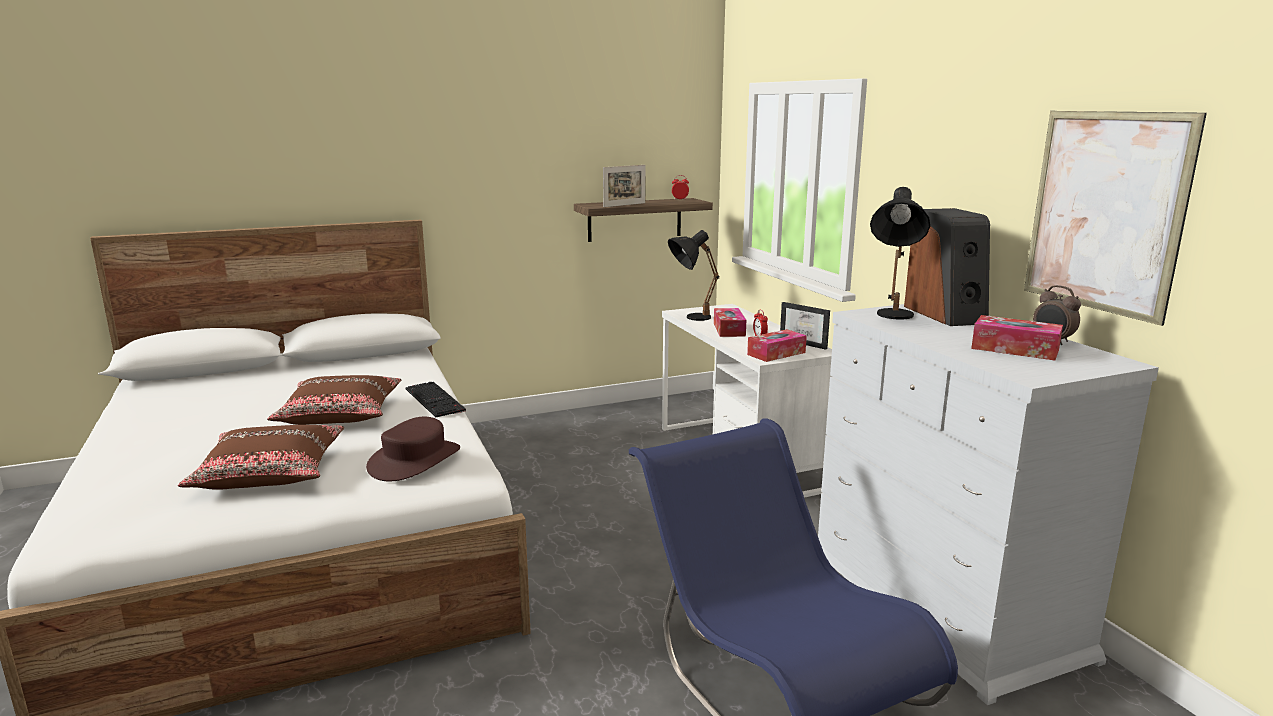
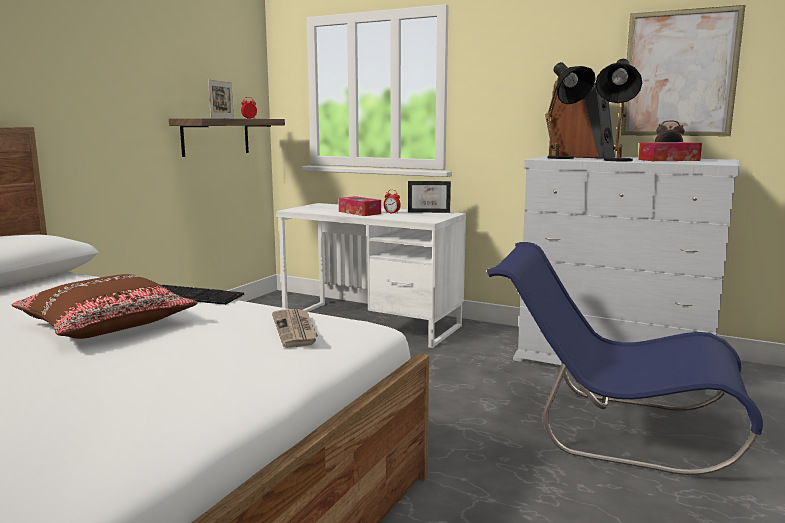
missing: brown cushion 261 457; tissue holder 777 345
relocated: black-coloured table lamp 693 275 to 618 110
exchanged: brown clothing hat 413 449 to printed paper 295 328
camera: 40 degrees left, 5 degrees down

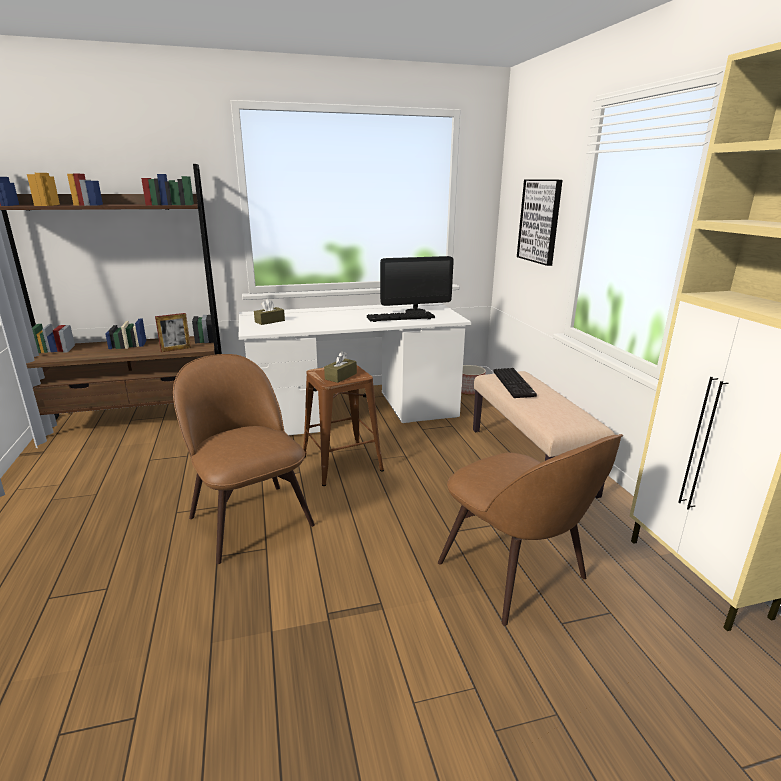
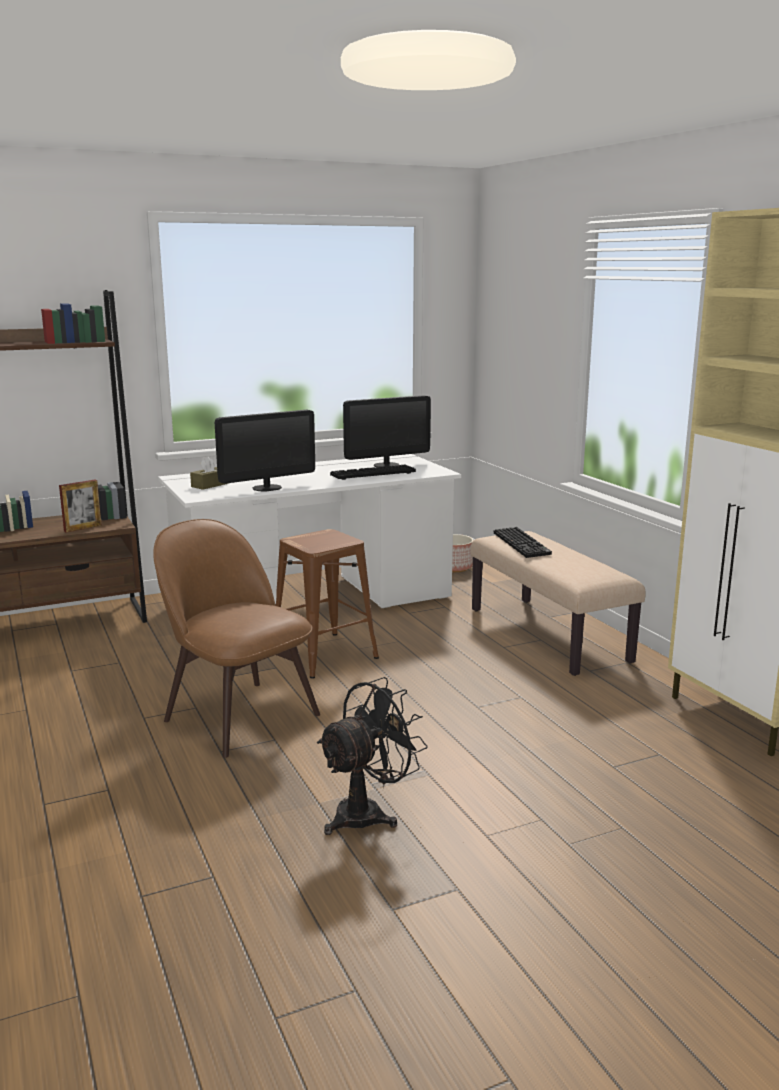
missing: brown tissue holder 340 367; brown plain chair 530 530; wall picture 539 222
appeared: monitor 265 451; black-coloured cooling fan 372 756
camera: 10 degrees left, 5 degrees down

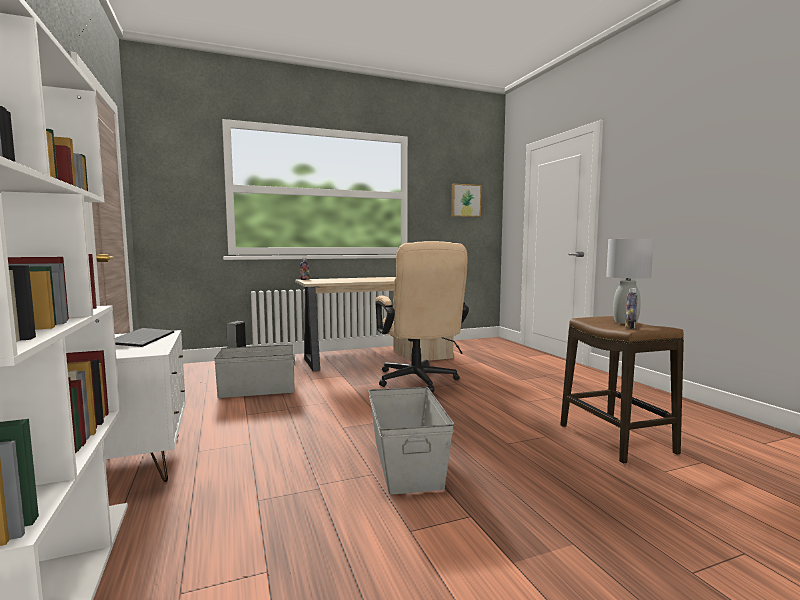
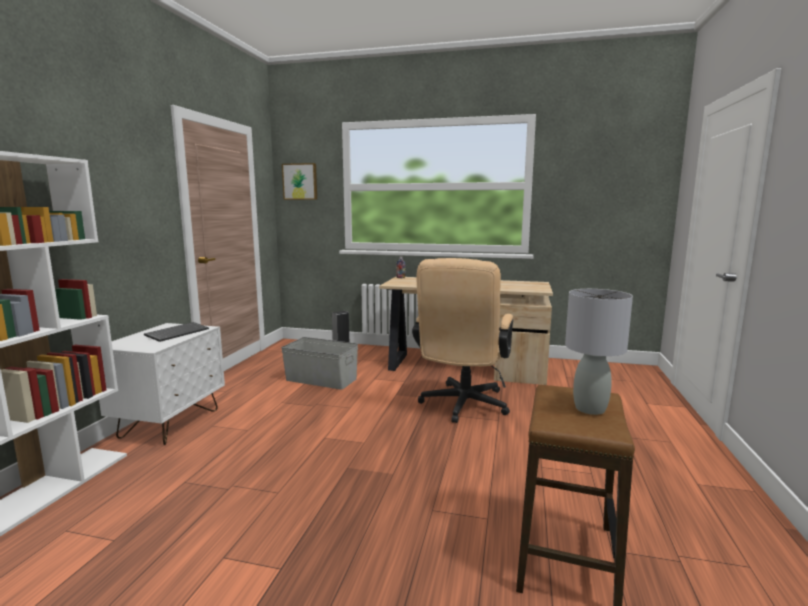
missing: gray storage container 411 441; bottle 631 308
relocated: wall picture 466 200 to 299 181
camera: 35 degrees right, 5 degrees up

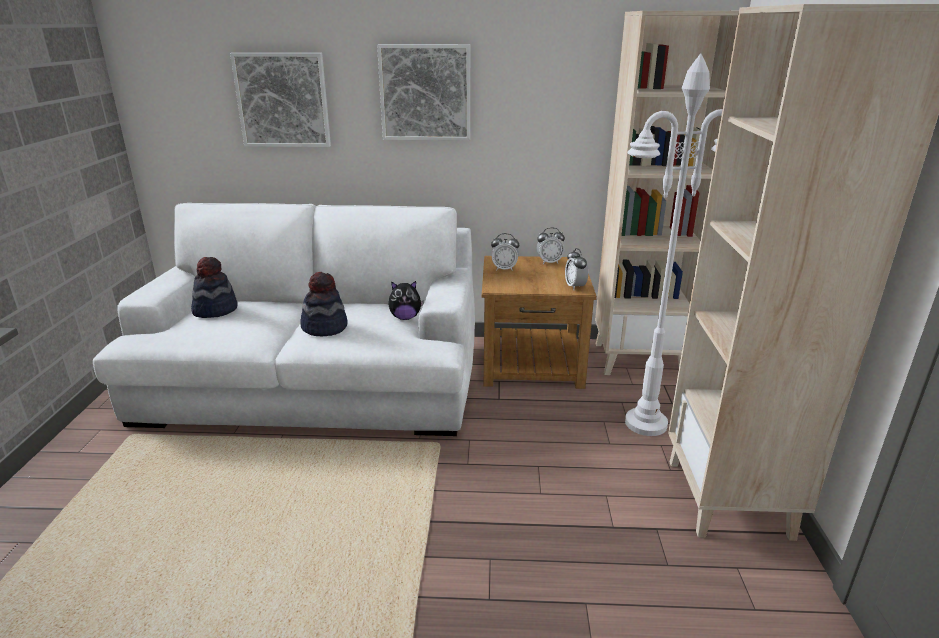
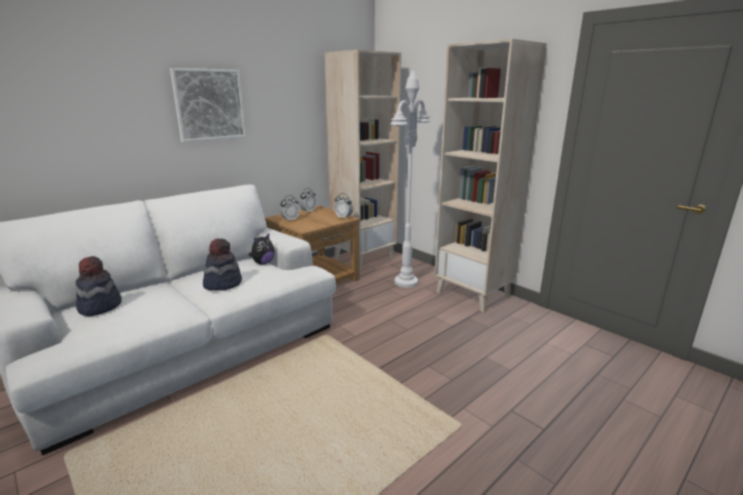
missing: wall picture 280 100
camera: 45 degrees left, 5 degrees down

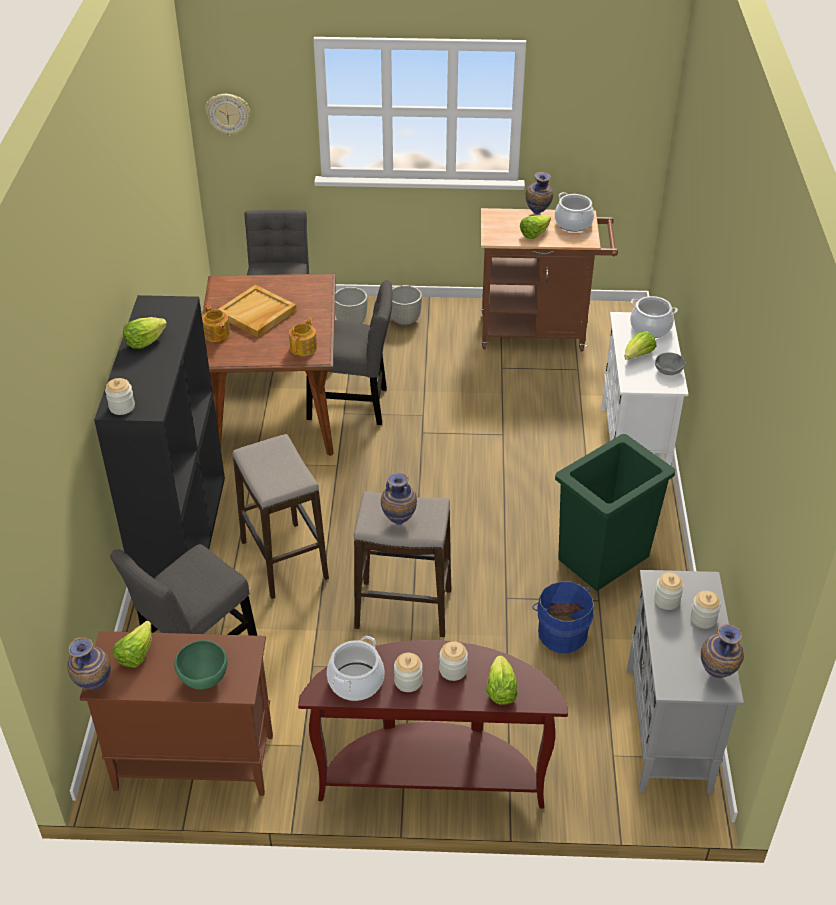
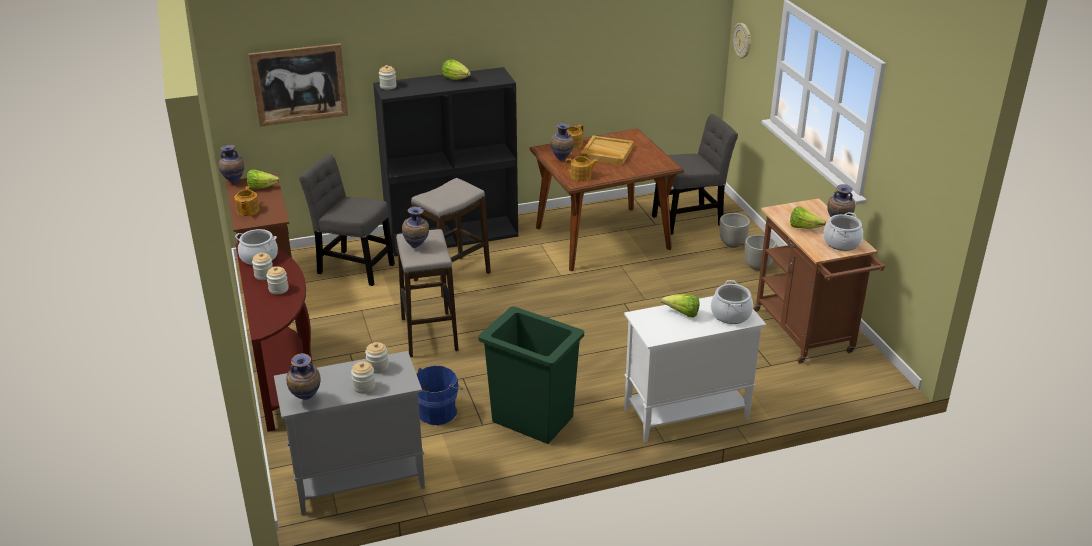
missing: gray plain chair 349 352; head of lettuce 502 680; gray serving bowl 670 363
appeared: wall picture 298 85; decorative vase 562 142
exchanged: green-coloured serving bowl 201 664 to tea pot 247 201
camera: 70 degrees right, 10 degrees down

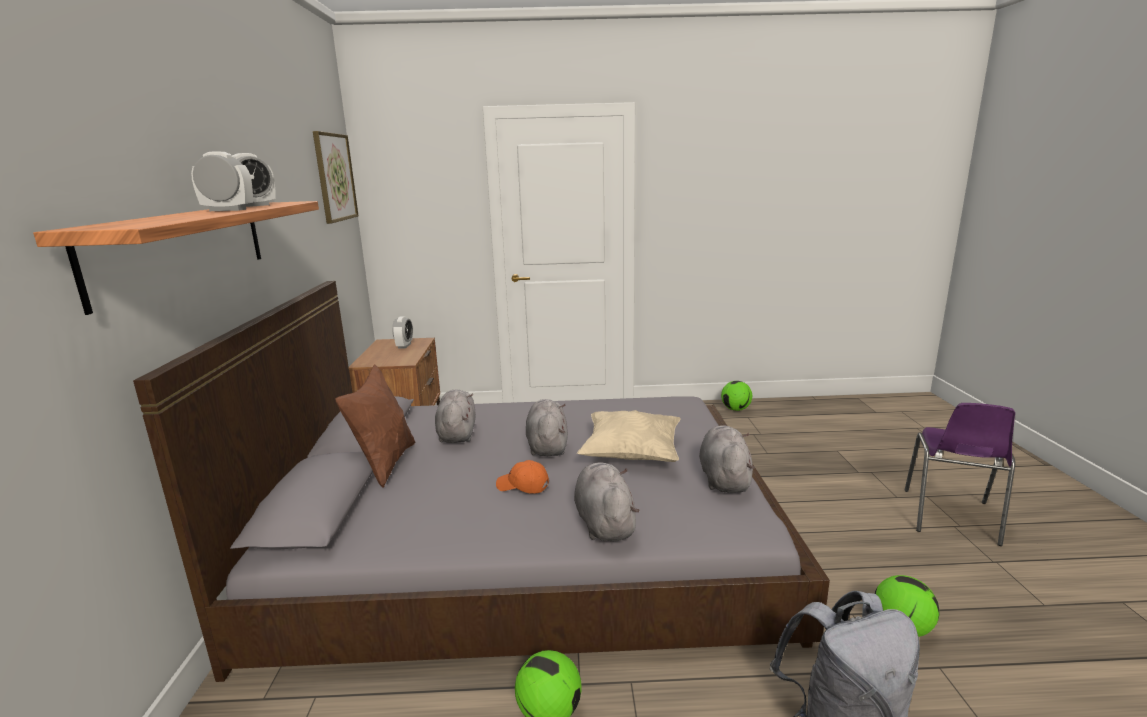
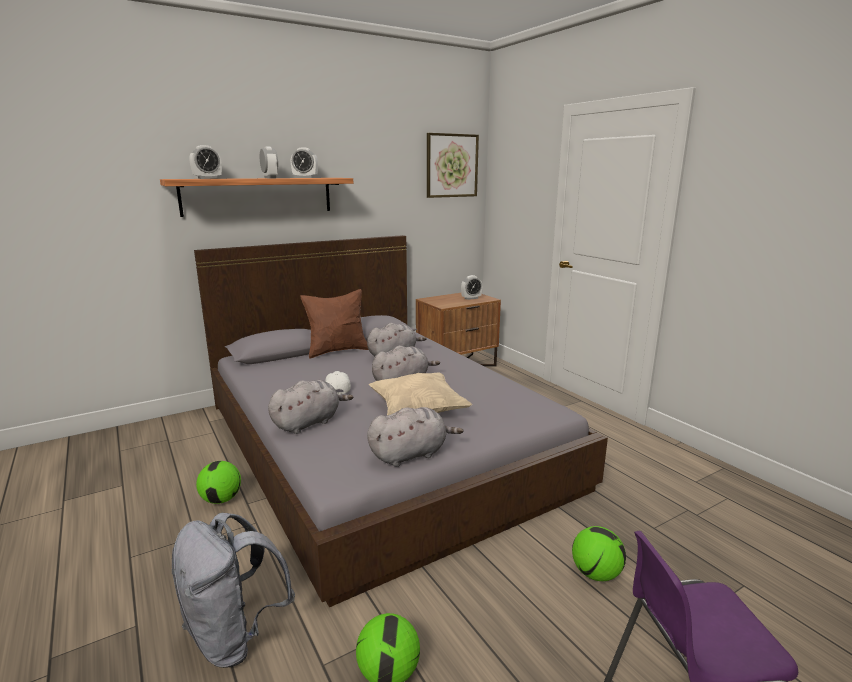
appeared: bedside clock 205 162
relocated: ball for football 736 396 to 599 553
colour: orangey baseball cap 522 477 to white-coloured baseball cap 338 383
camera: 60 degrees right, 0 degrees up

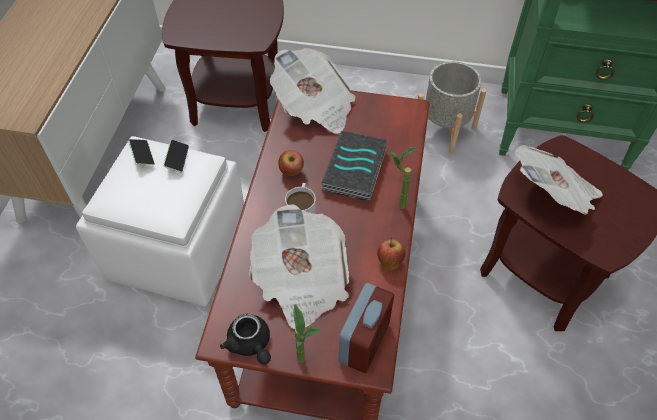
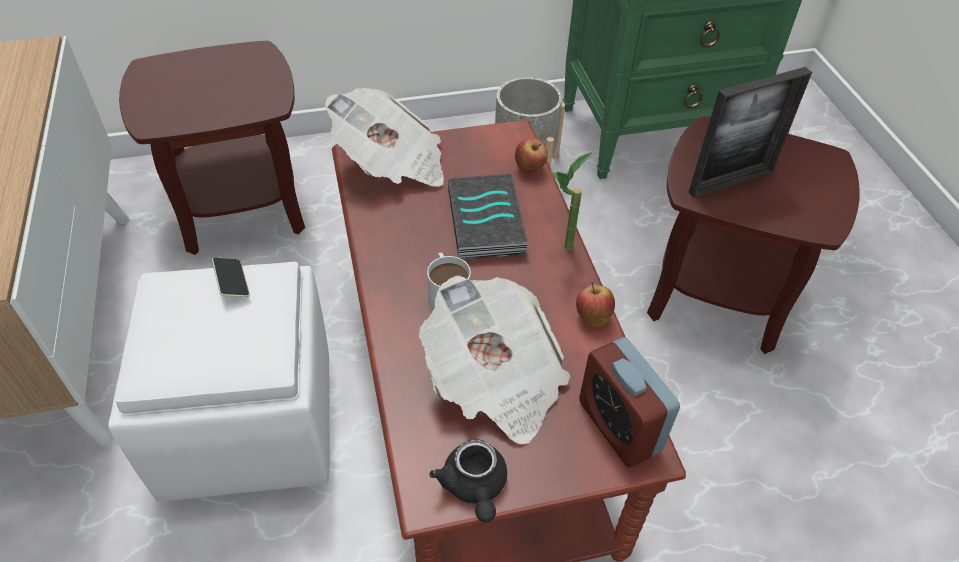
missing: phone 141 152; potted plant 307 333
relocated: whole apple 291 163 to 531 156
exchanged: printed paper 559 180 to photo frame 750 132
spun: black-coloured tea pot 245 339 = 468 481 45 degrees clockwise; bedside clock 366 328 = 629 402 150 degrees clockwise
camera: 25 degrees left, 5 degrees down

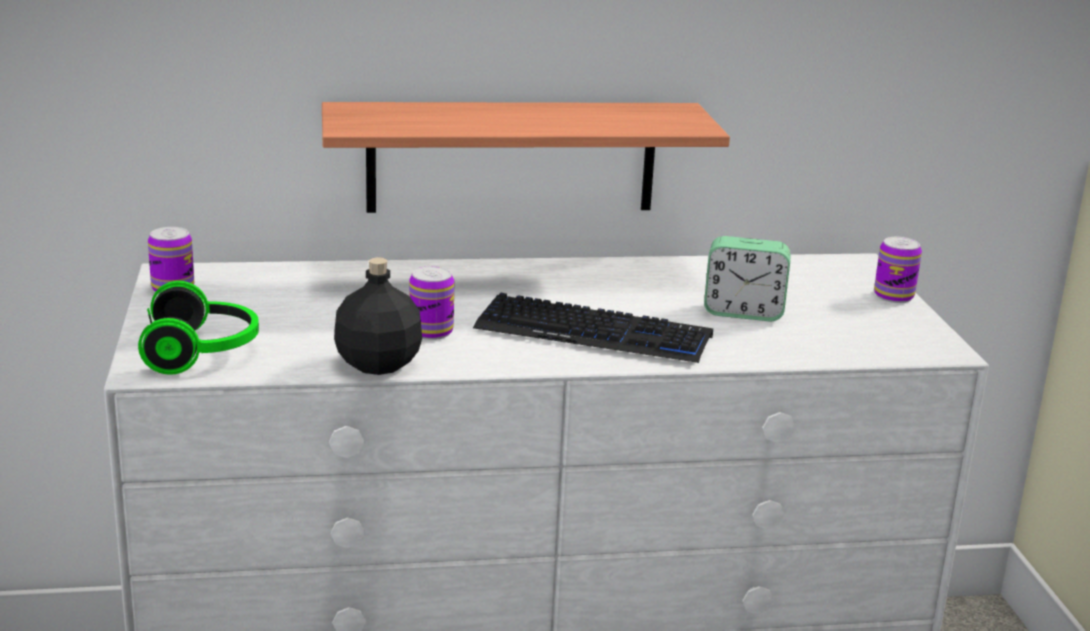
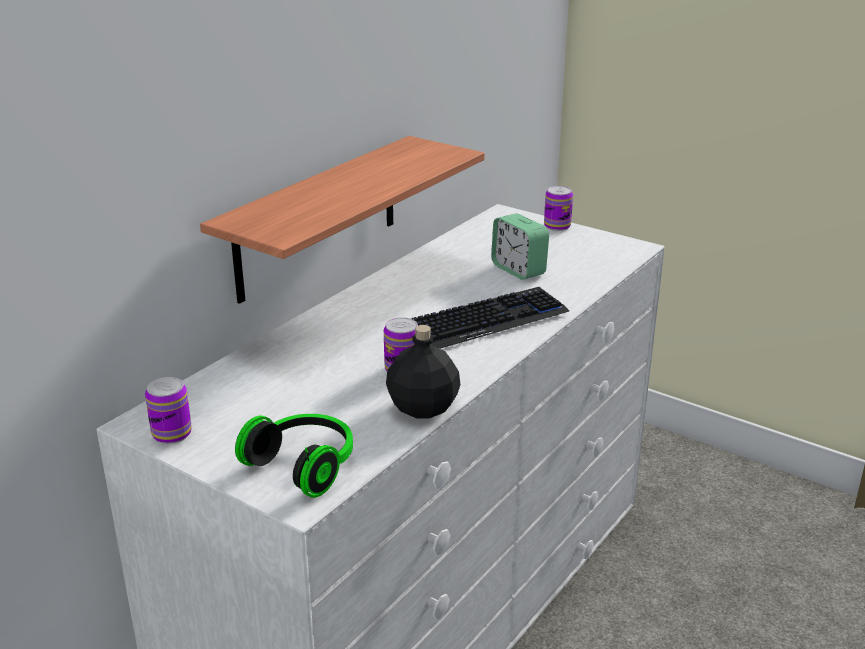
spun: bedside clock 747 278 = 520 247 90 degrees clockwise
camera: 45 degrees left, 5 degrees up

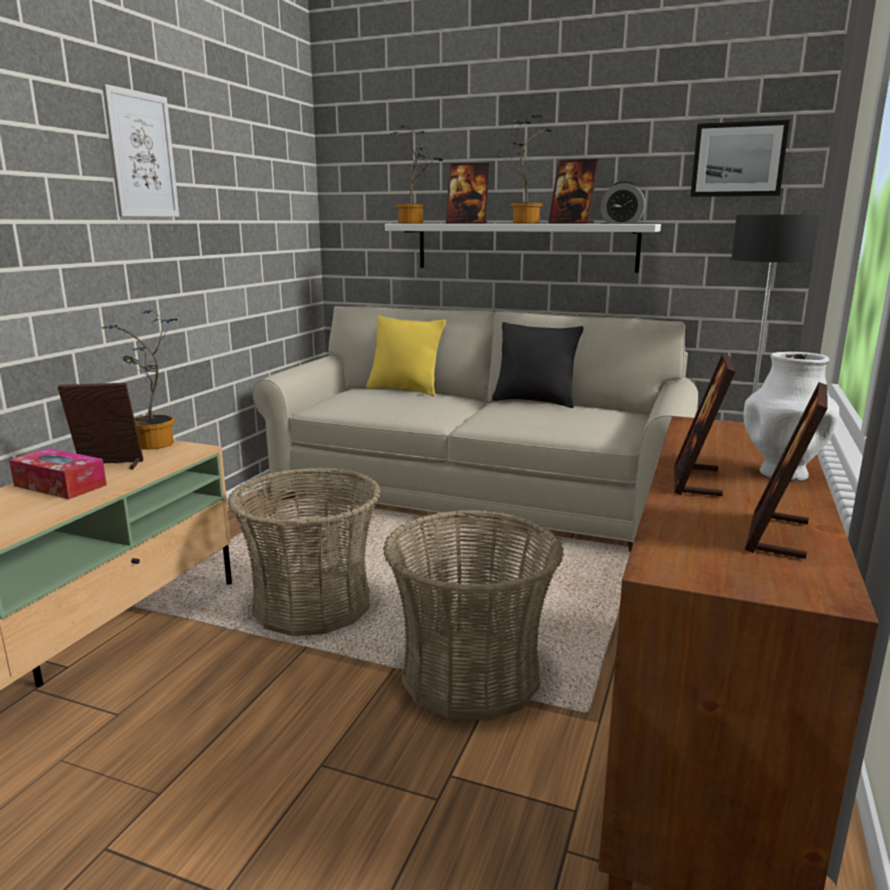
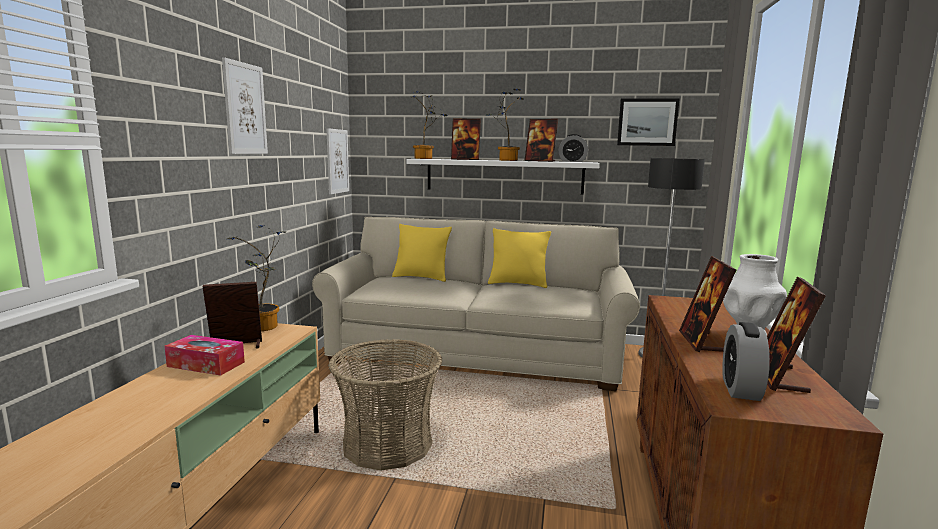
missing: household basket 473 615
appeared: wall picture 337 161; bedside clock 746 361
colour: black-coloured cushion 538 365 to yellow-coloured cushion 519 258
camera: 10 degrees left, 5 degrees down

